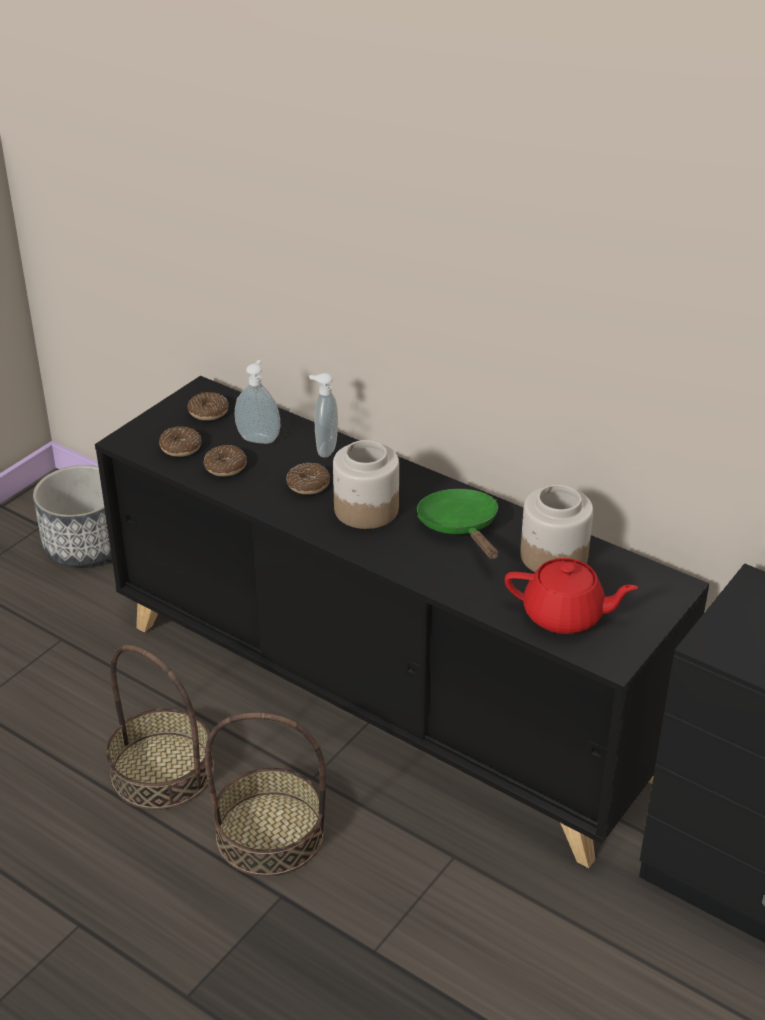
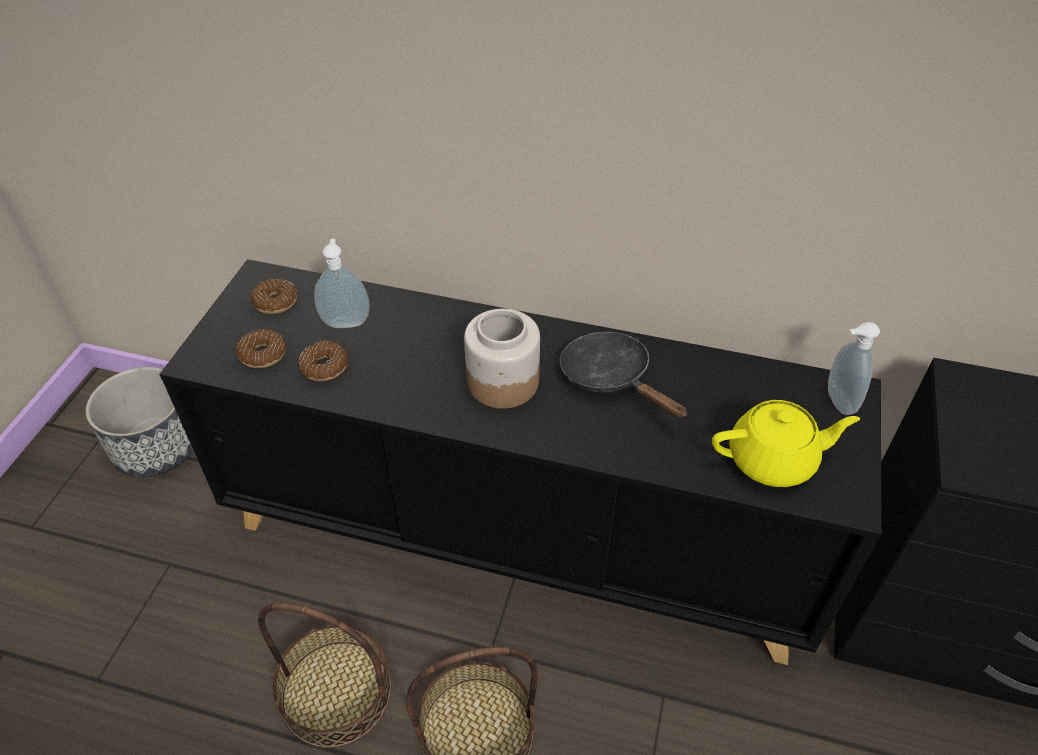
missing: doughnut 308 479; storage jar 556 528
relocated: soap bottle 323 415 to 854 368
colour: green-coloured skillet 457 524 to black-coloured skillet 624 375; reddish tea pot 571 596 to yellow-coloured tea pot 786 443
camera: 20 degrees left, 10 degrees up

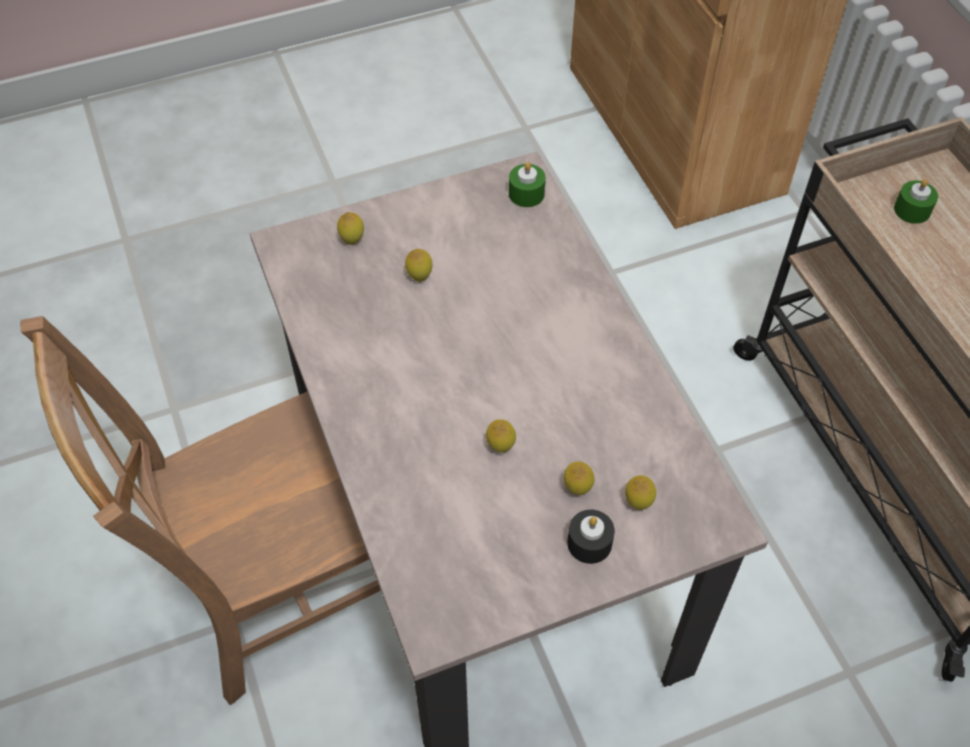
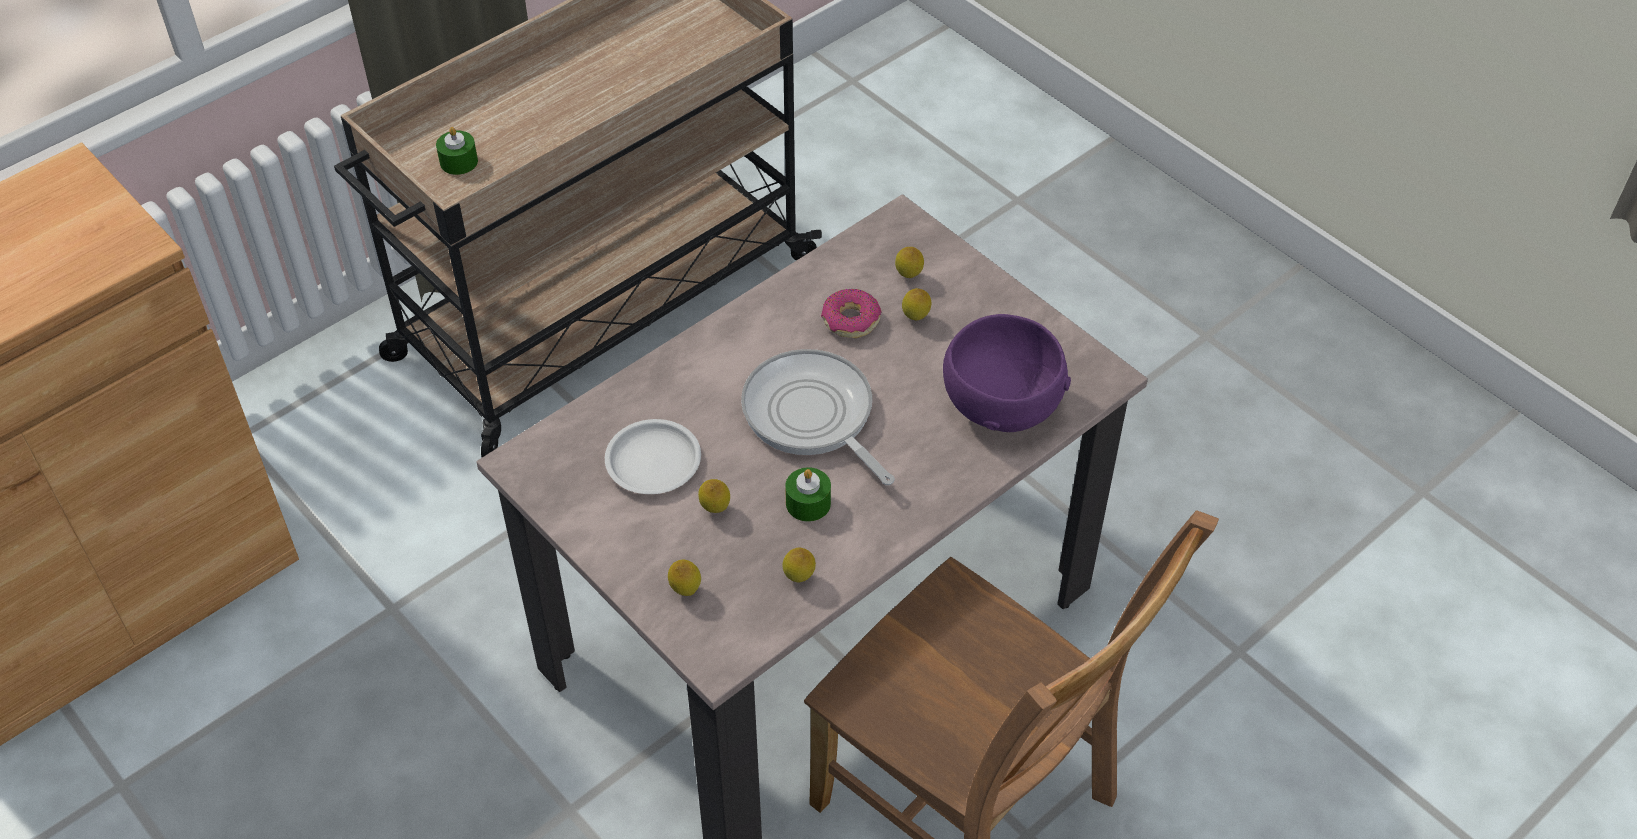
missing: black-coloured wax candle 591 537
appeared: white-coloured dinner plate 653 456; skillet 818 417; doughnut 851 313; purple-coloured serving bowl 1007 373
relocated: whole lemon 501 436 to 799 564; green-coloured wax candle 527 184 to 808 494
camera: 110 degrees left, 5 degrees down

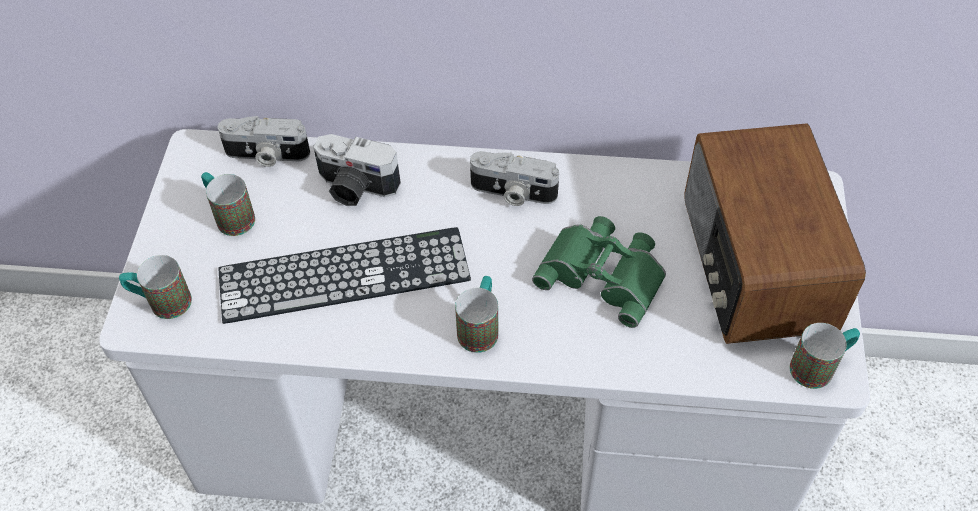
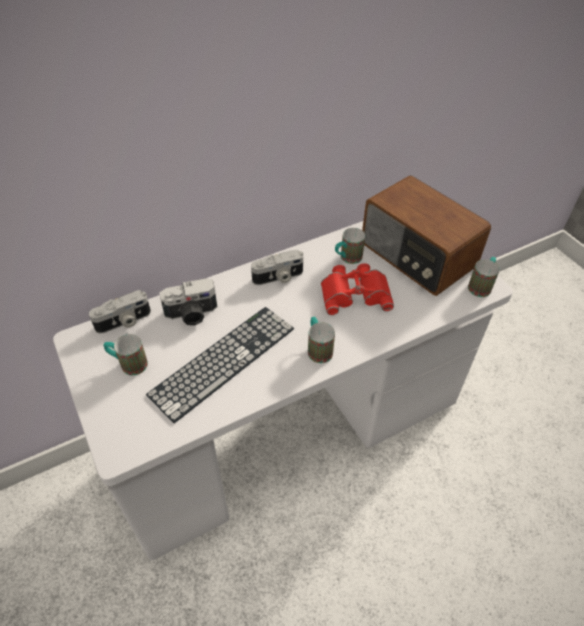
relocated: coffee mug 155 287 to 350 246
colour: green-coloured field glasses 599 272 to reddish field glasses 357 289
camera: 35 degrees left, 5 degrees down

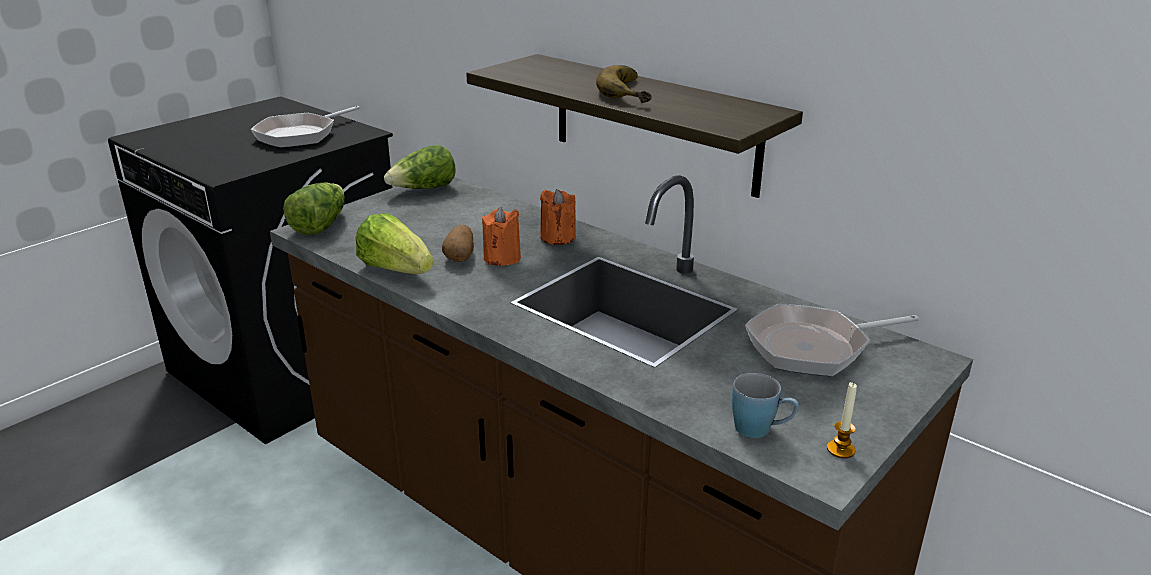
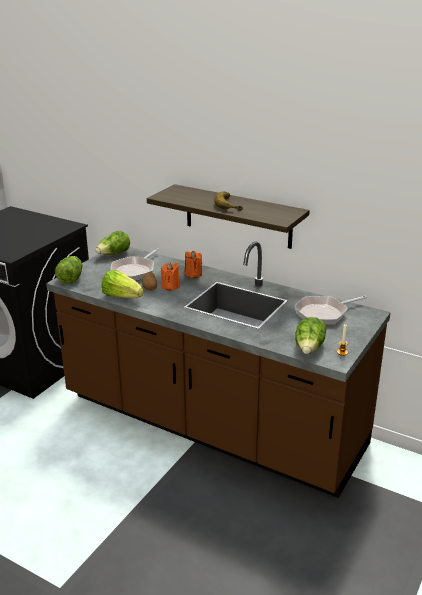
relocated: skillet 305 127 to 134 264
exchanged: bluish coffee mug 765 405 to head of lettuce 310 335
camera: 10 degrees left, 0 degrees up

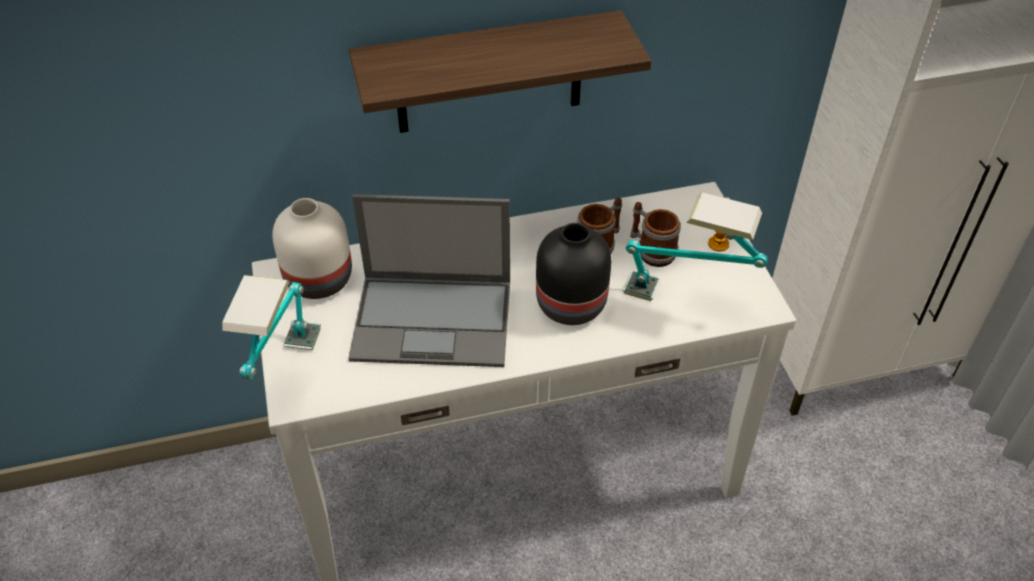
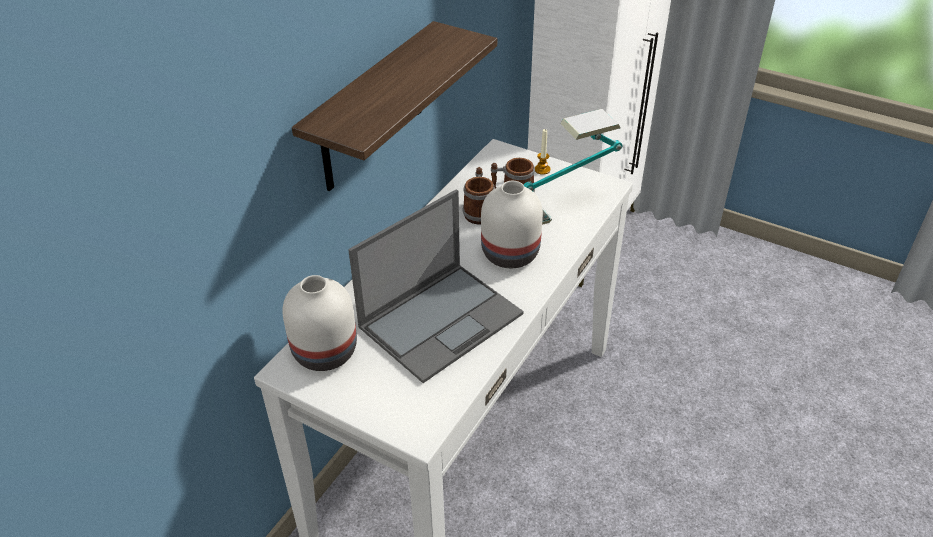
missing: table lamp 271 327
colour: black-coloured decorative vase 573 274 to white-coloured decorative vase 512 224
camera: 45 degrees left, 5 degrees down

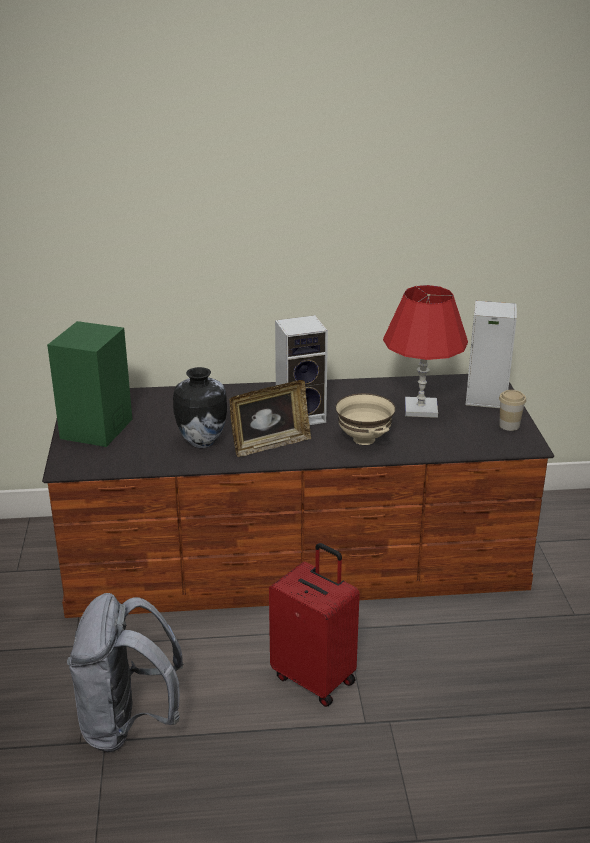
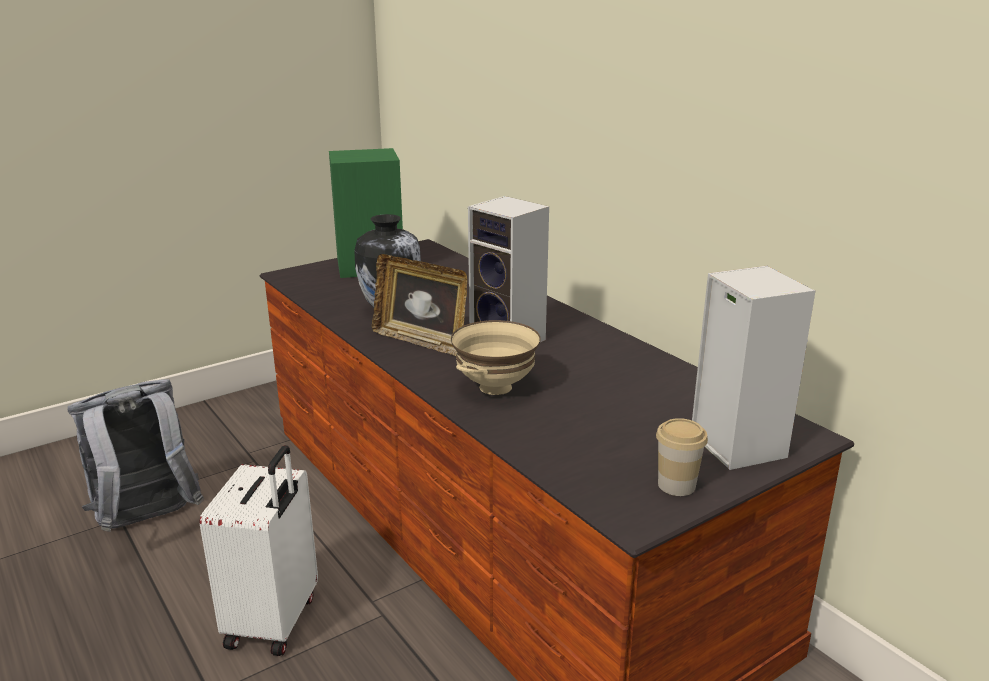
missing: reddish table lamp 425 351
colour: reddish suitcase 314 625 to white-coloured suitcase 258 550
camera: 60 degrees right, 5 degrees down

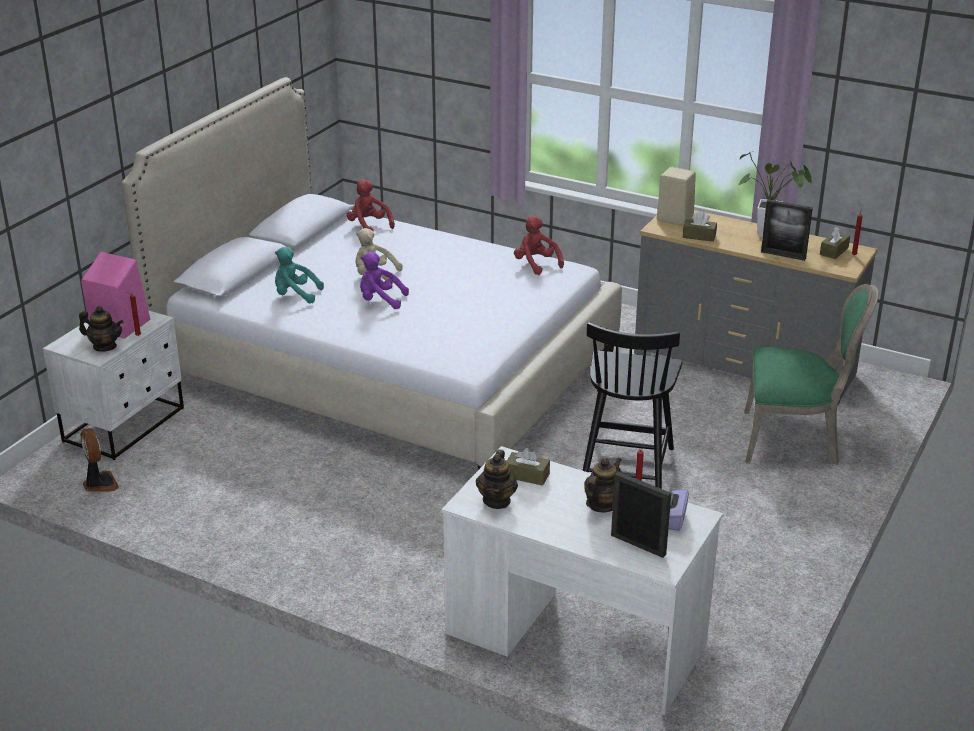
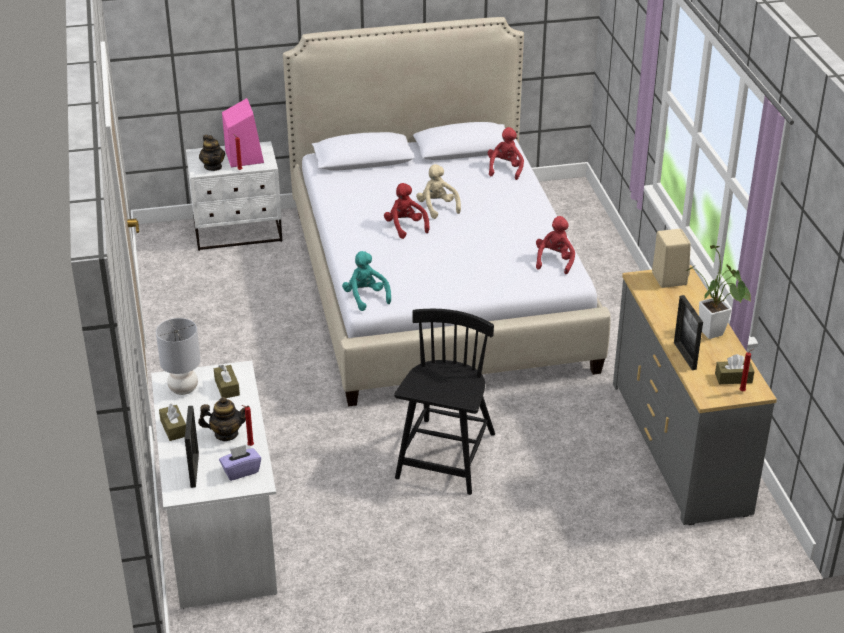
missing: cooling fan 99 460; green-coloured plain chair 812 374
relocated: brown tissue holder 700 226 to 172 422; turquoise cuddly toy 299 275 to 366 281
exchanged: tea pot 497 479 to gray table lamp 178 356
colour: purple-coloured cuddly toy 384 280 to reddish cuddly toy 406 211
spun: black-coloured plain chair 632 405 = 444 402 135 degrees clockwise
camera: 50 degrees right, 5 degrees up

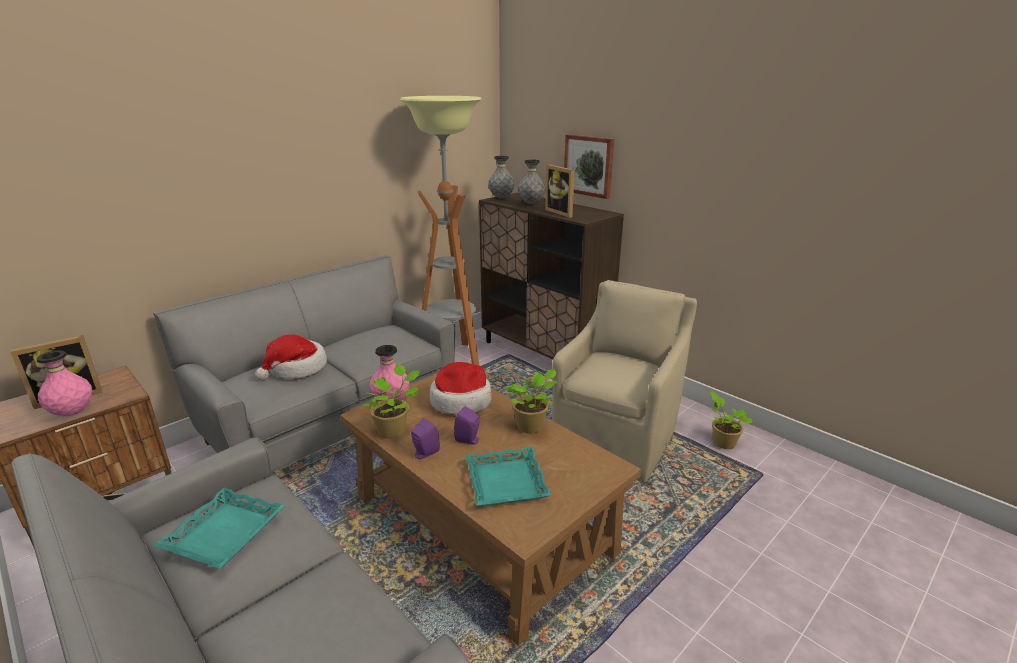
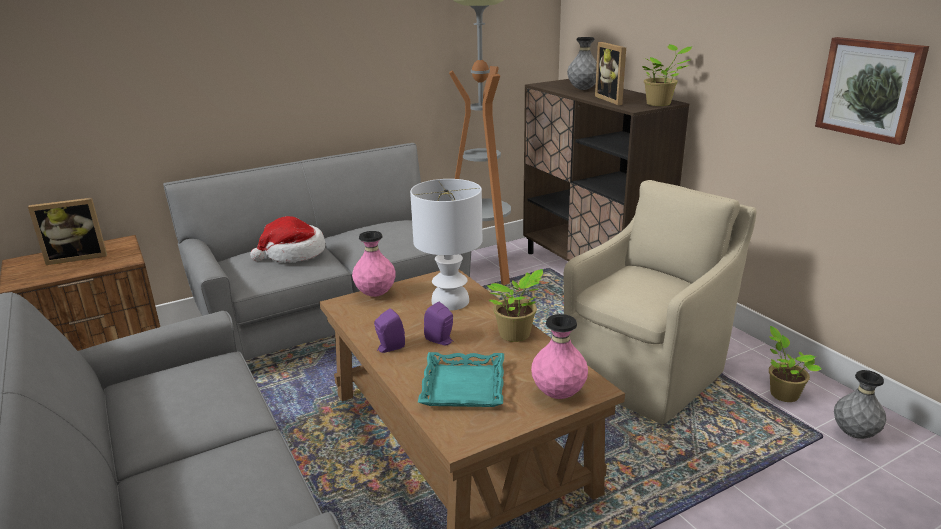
missing: turquoise serving tray 219 528
relocated: pinkish decorative vase 65 383 to 559 356; potted plant 391 401 to 667 75; wall picture 589 166 to 872 91; gray decorative vase 501 177 to 860 404
exchanged: clothing hat 461 388 to white-coloured table lamp 446 245
camera: 15 degrees right, 0 degrees up

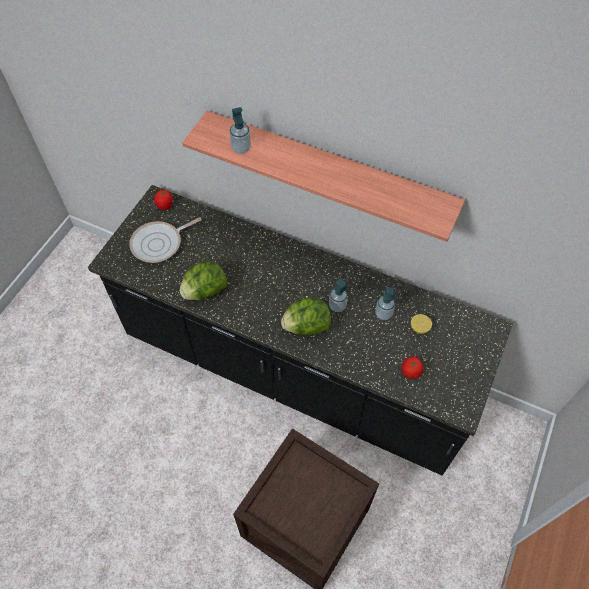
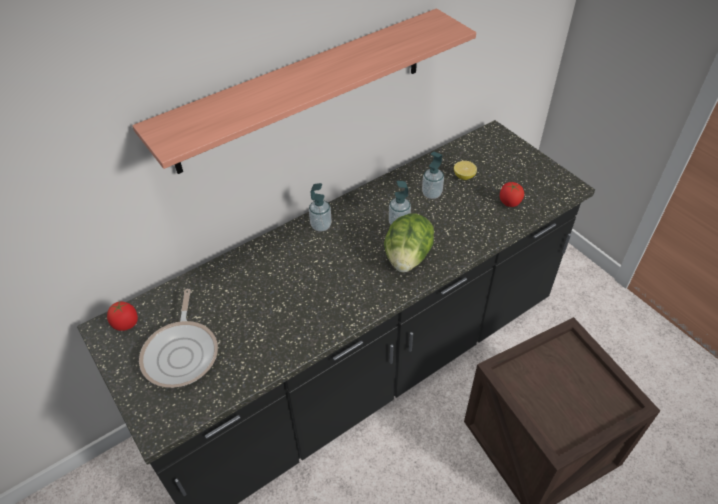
missing: head of lettuce 203 280
relocated: soap bottle 240 130 to 320 207
camera: 60 degrees left, 10 degrees down

